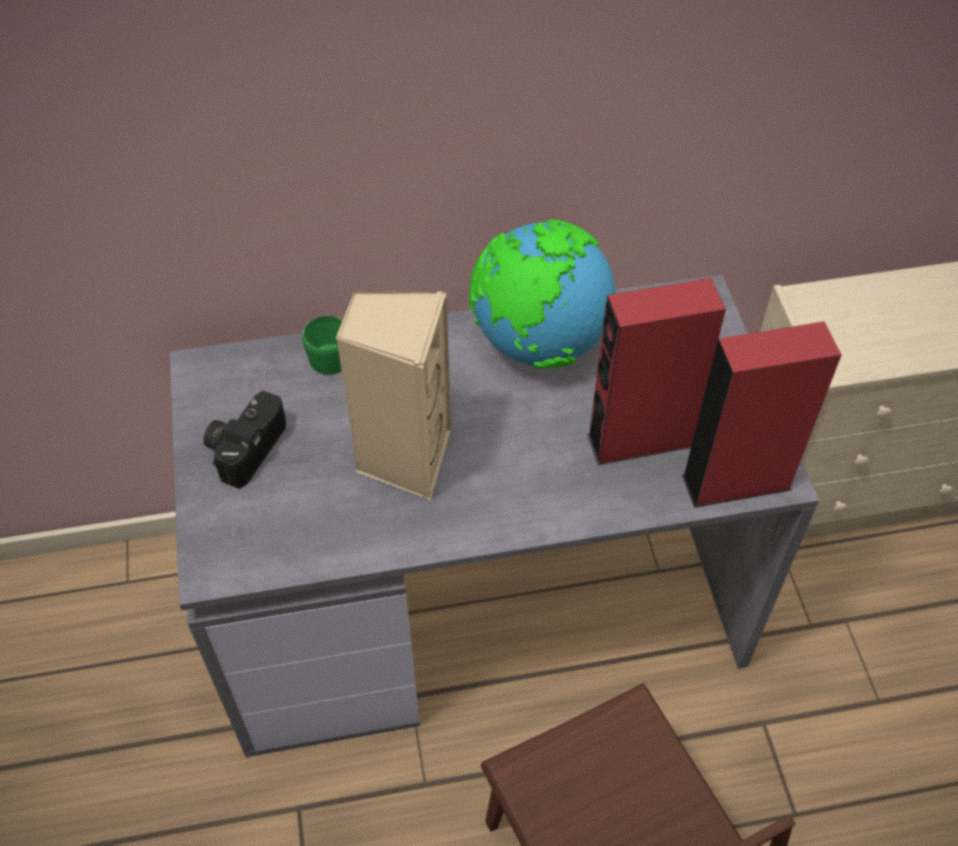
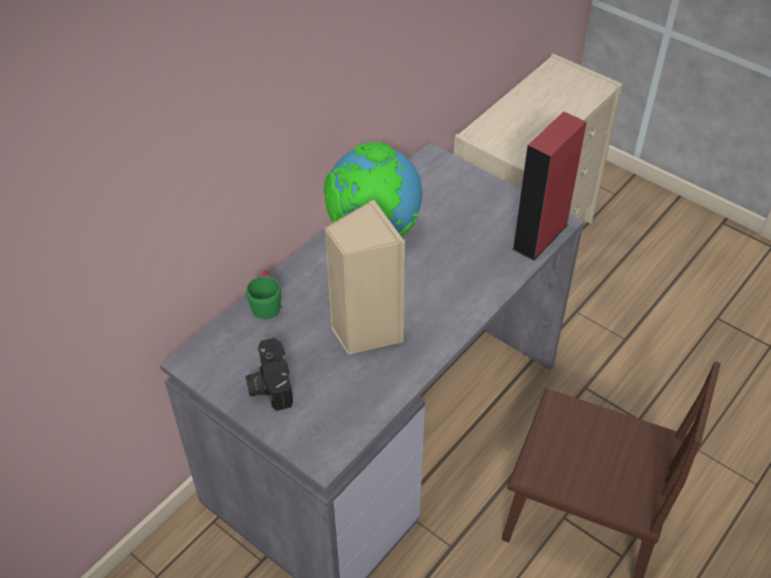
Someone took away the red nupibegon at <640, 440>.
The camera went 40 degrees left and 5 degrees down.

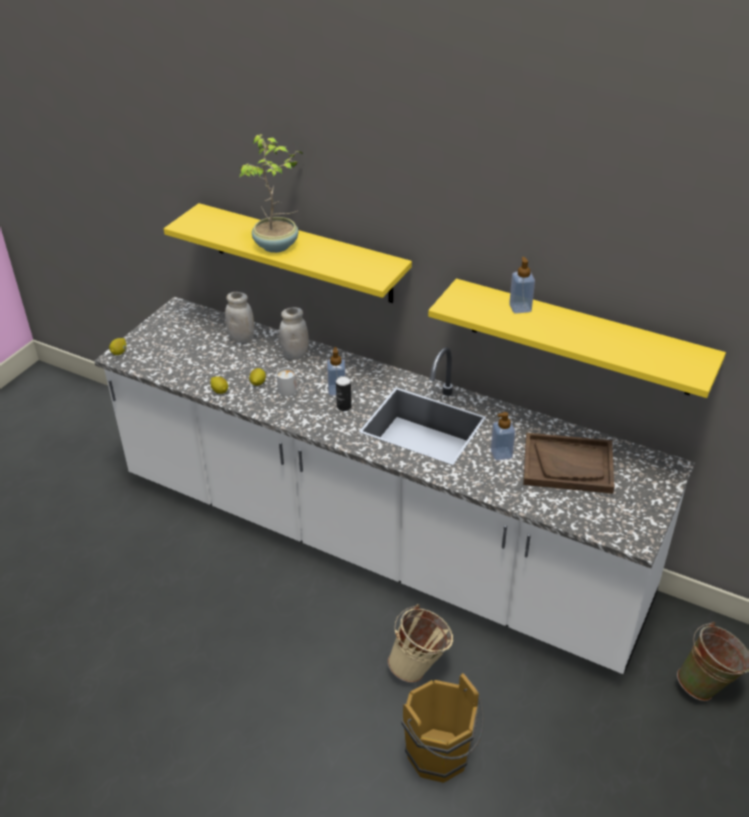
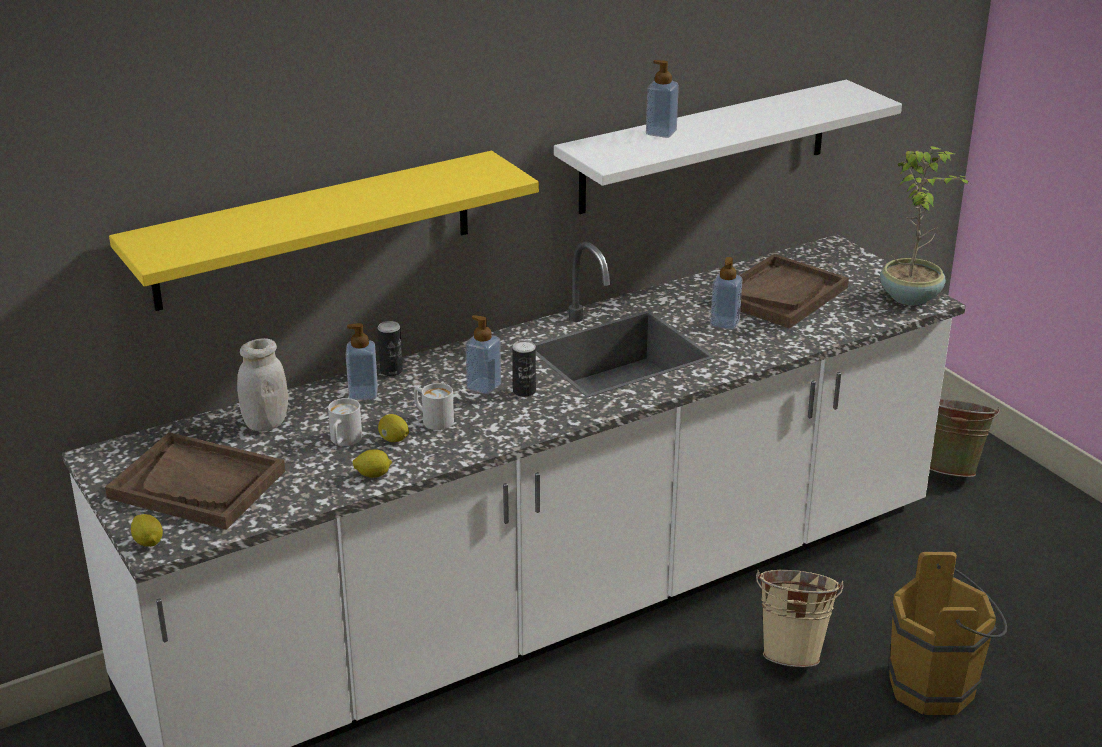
Someone carried the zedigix from <277, 246> to <911, 296>.
Someone repainted the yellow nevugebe at <580, 337>, which became the white nevugebe at <705, 146>.
Someone swapped the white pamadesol at <295, 354> for the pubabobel at <363, 393>.
Someone put down the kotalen at <391, 371>.
Someone put down the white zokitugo at <343, 441>.
Someone put down the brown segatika at <198, 484>.
The camera went 60 degrees left and 10 degrees down.

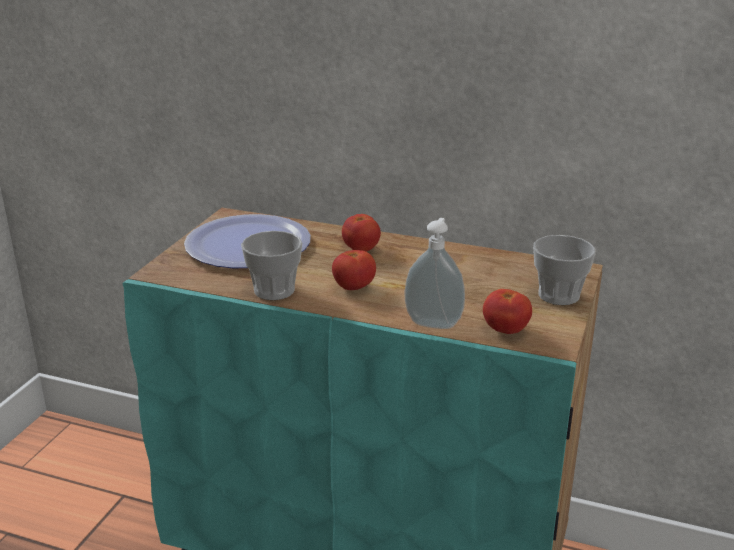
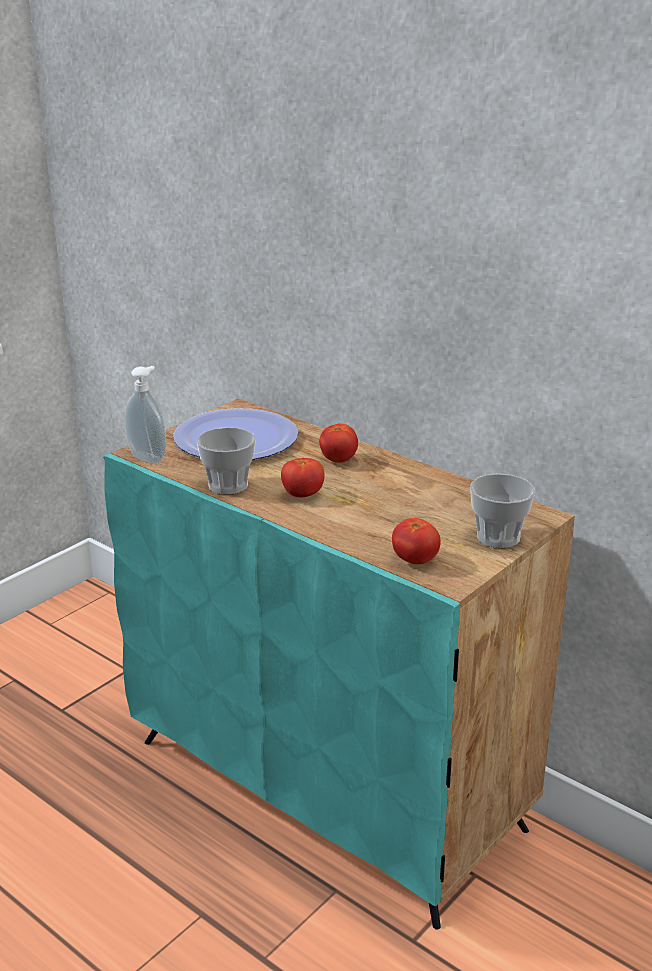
Someone carried the pubabobel from <434, 323> to <149, 457>.
The camera went 20 degrees right and 0 degrees up.

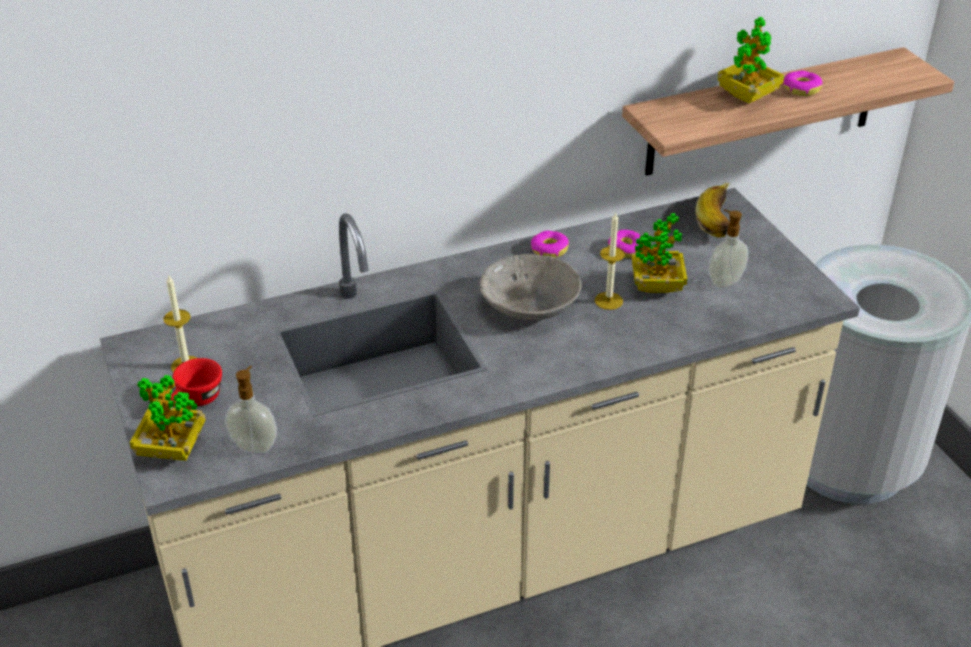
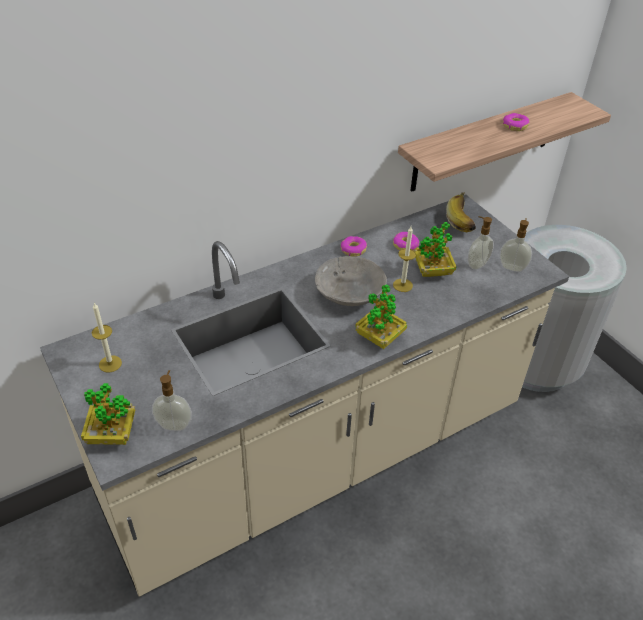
Someone carried the zedigix from <747, 96> to <379, 337>.
Someone took away the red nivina at <196, 401>.
Someone put down the pubabobel at <512, 267>.
The camera went 10 degrees left and 5 degrees up.

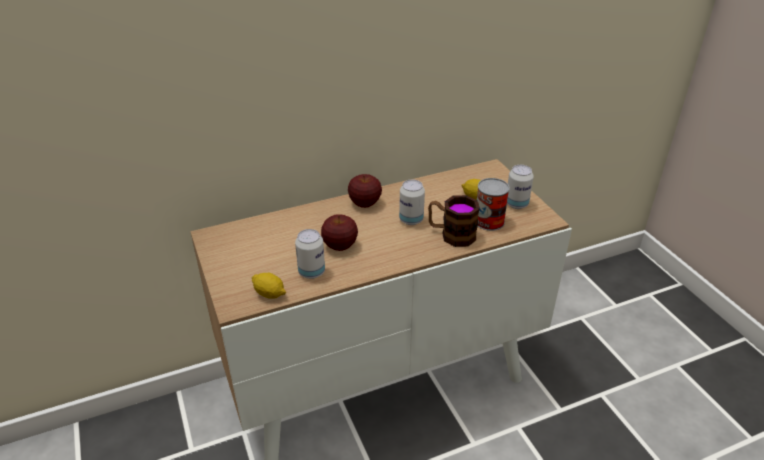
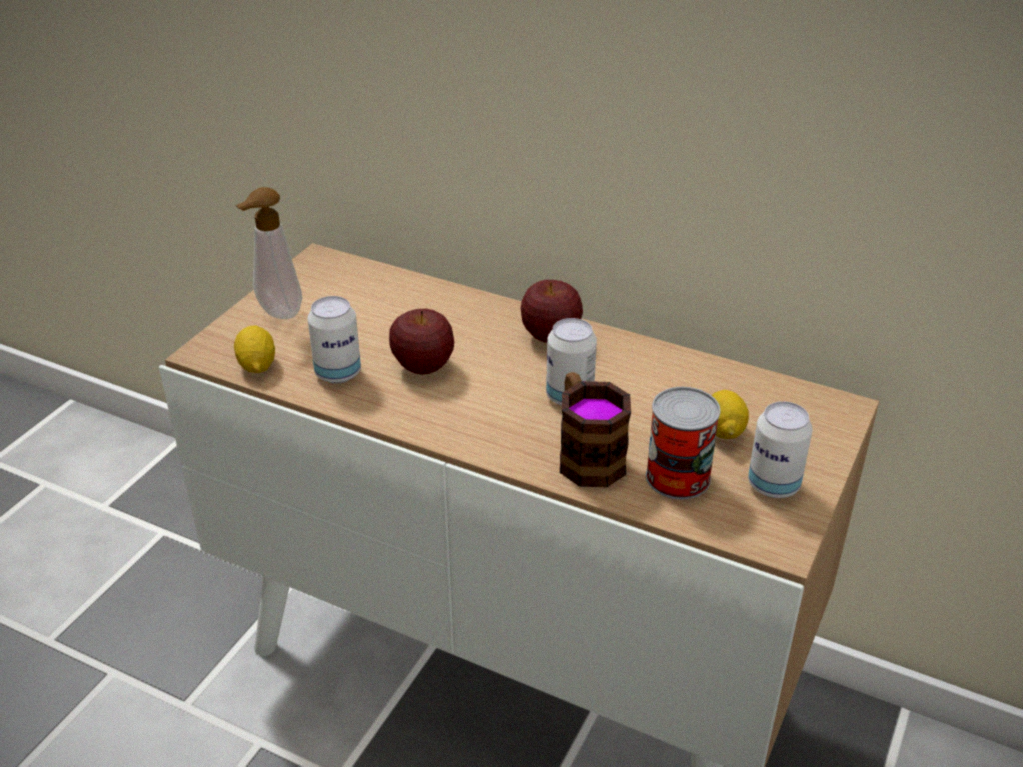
Someone put down the pubabobel at <276, 313>.
The camera went 50 degrees right and 0 degrees up.

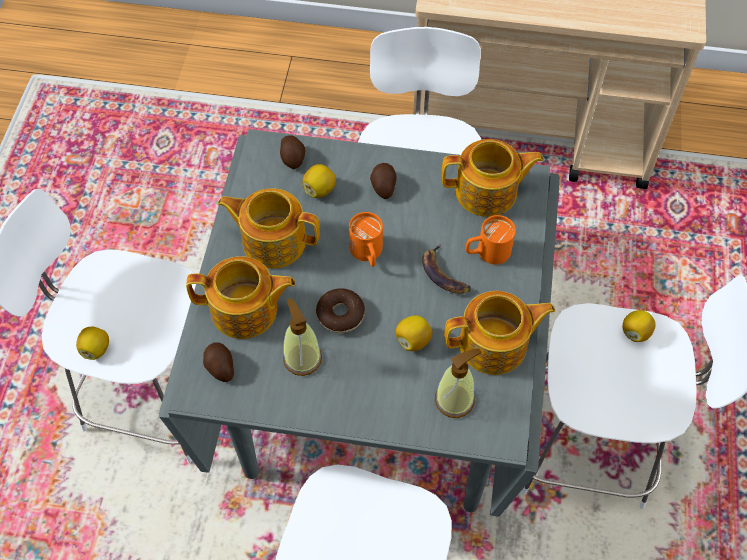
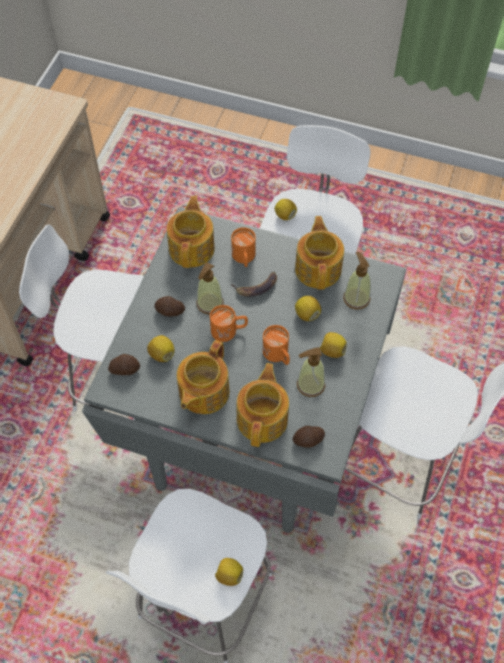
Someone swapped the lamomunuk at <340, 314> for the orange zokitugo at <278, 355>.
Someone put down the pubabobel at <209, 303>.
Someone put down the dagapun at <332, 351>.
The camera went 80 degrees left and 0 degrees up.

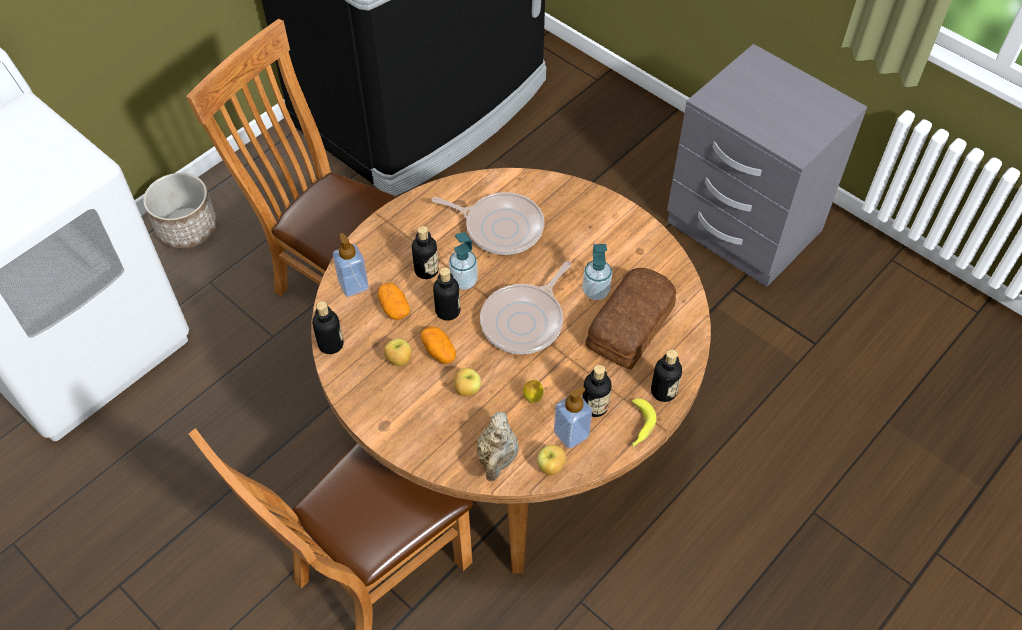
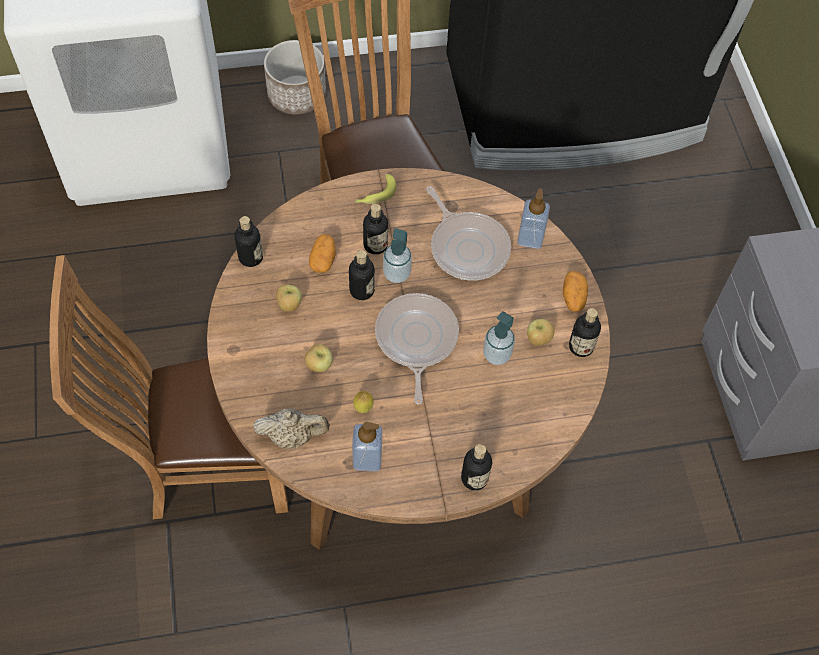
Someone carried the pubabobel from <353, 285> to <530, 238>.
Someone rotated the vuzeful at <525, 320> by 105 degrees clockwise.
Someone took away the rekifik at <632, 326>.
Someone carried the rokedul from <439, 351> to <573, 297>.
Someone carried the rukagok from <595, 406> to <581, 346>.
Someone carried the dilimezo from <639, 426> to <375, 194>.
Someone rotated the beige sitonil at <497, 458> by 135 degrees counterclockwise.
Someone carried the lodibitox from <551, 467> to <538, 339>.
The camera went 35 degrees right and 5 degrees up.

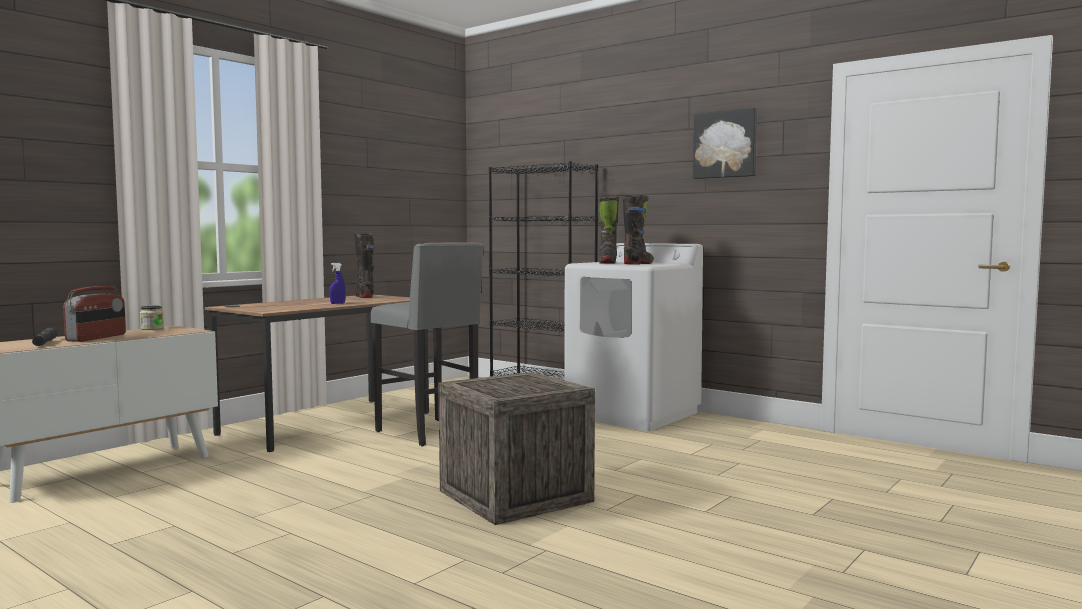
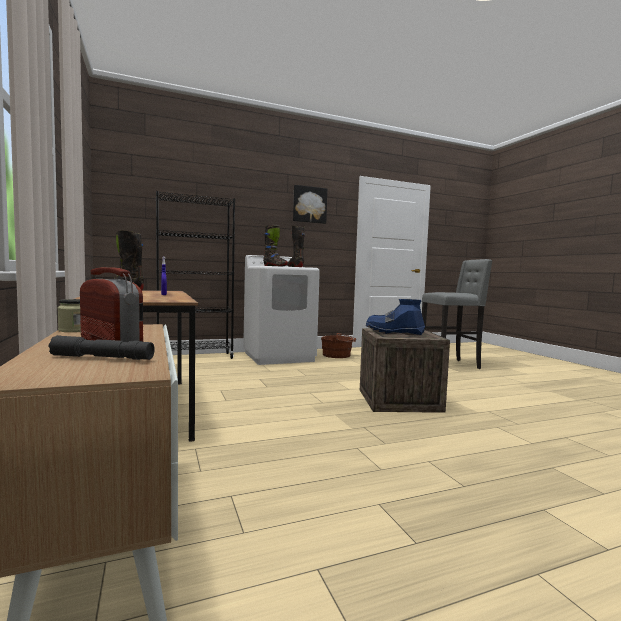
Someone carried the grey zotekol from <430, 433> to <451, 365>.
Someone put down the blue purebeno at <393, 332>.
Someone put down the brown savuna at <338, 355>.
The camera went 60 degrees left and 0 degrees up.

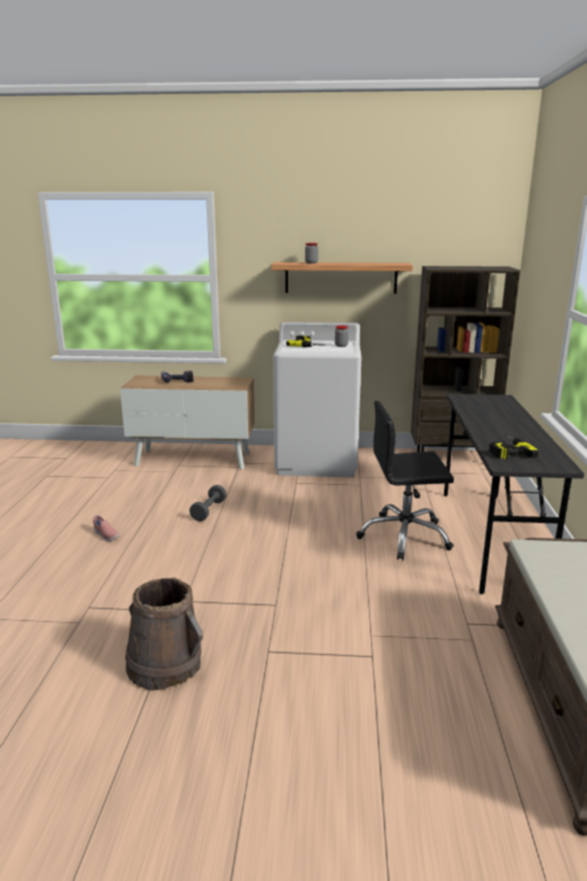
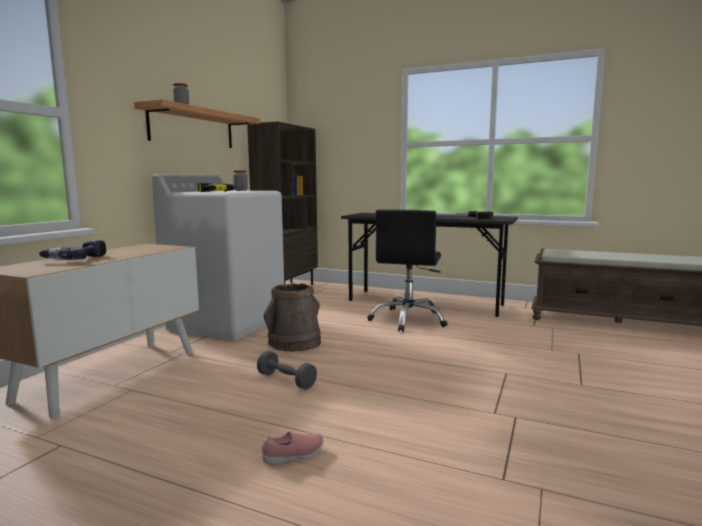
Someone carried the brown savuna from <165, 664> to <294, 343>.
The camera went 70 degrees left and 10 degrees down.

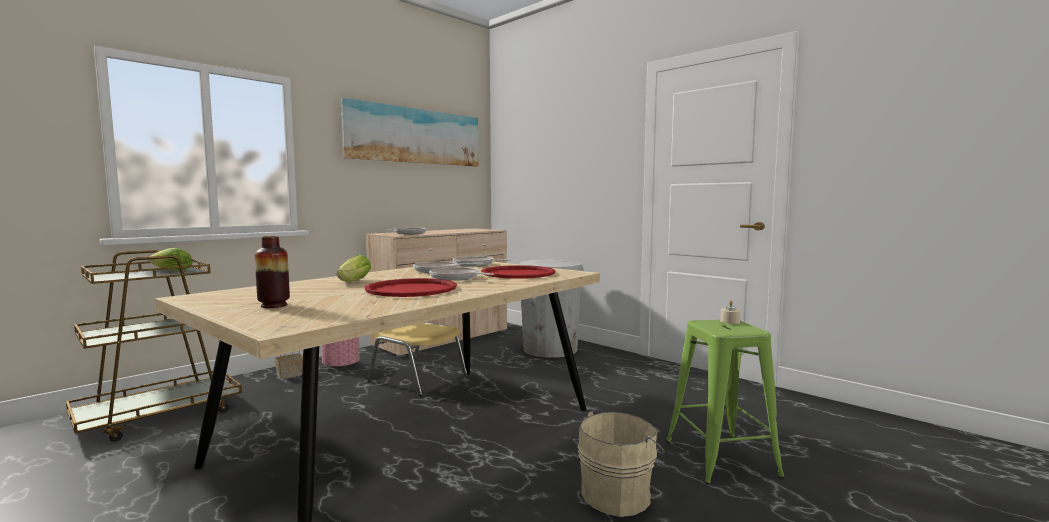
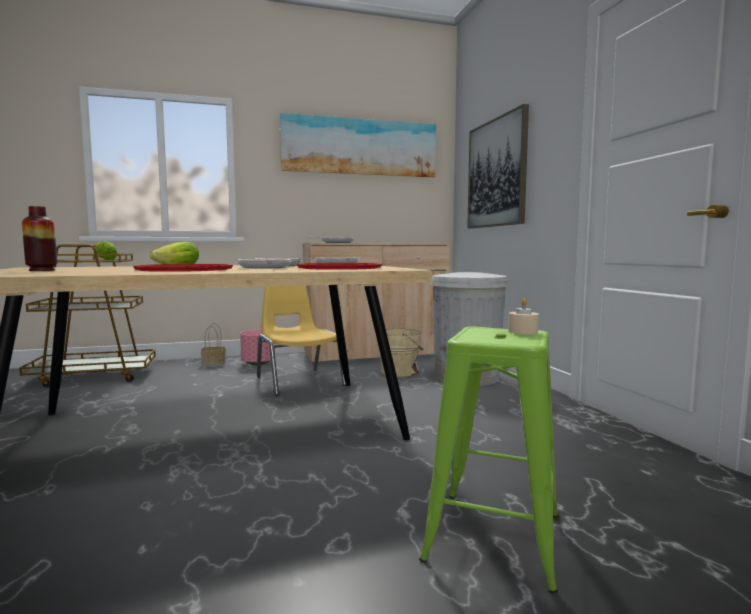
Someone carried the beige savuna from <618, 494> to <401, 371>.
Someone put up the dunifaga at <497, 173>.
The camera went 30 degrees right and 0 degrees up.

